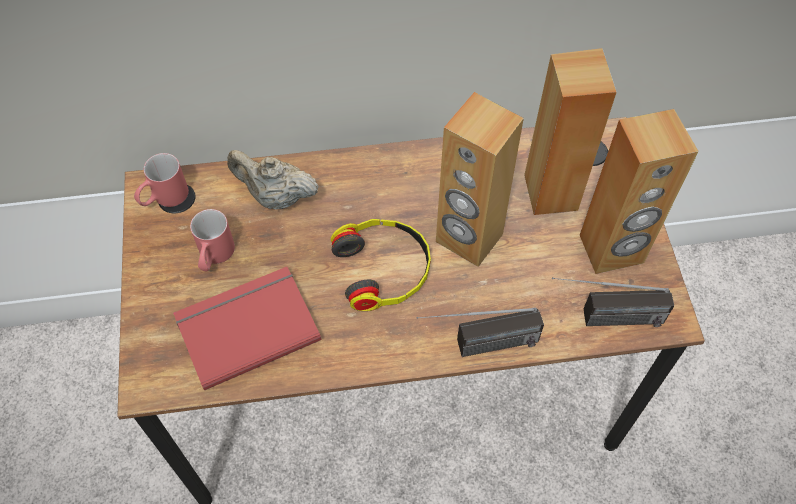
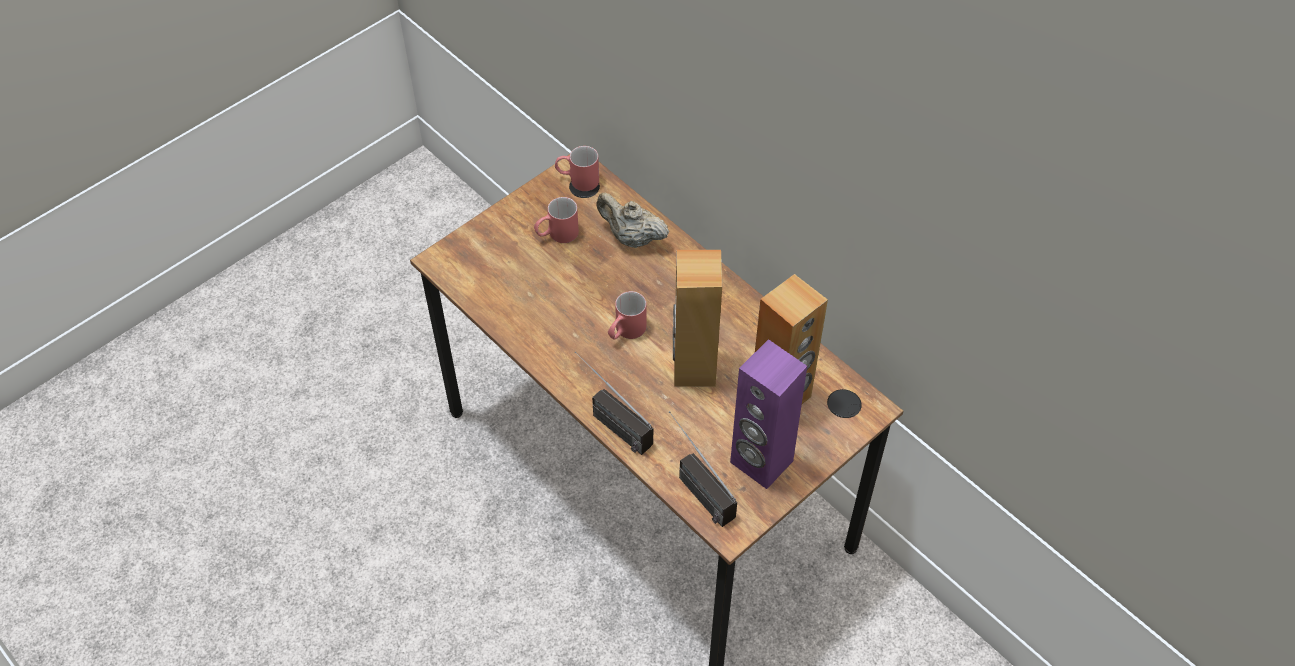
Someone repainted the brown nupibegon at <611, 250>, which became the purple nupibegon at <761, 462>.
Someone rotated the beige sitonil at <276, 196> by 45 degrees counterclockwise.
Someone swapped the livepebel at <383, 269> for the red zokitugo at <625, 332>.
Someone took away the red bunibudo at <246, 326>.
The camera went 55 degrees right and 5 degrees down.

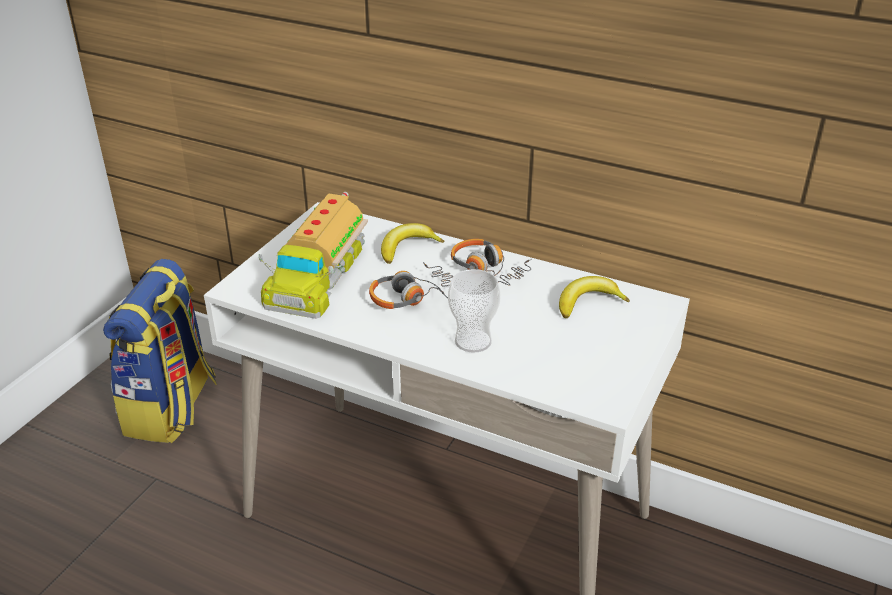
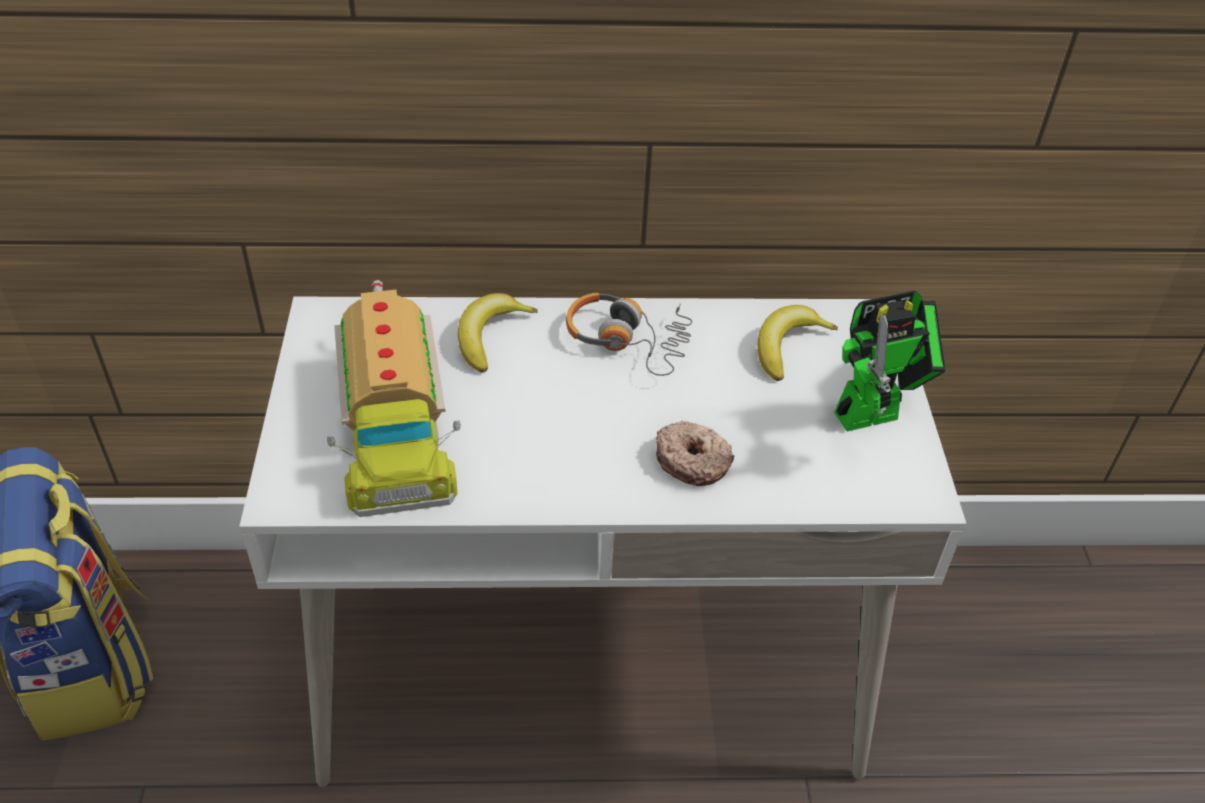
Someone took away the livepebel at <414, 297>.
Someone swapped the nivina at <473, 341> for the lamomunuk at <692, 460>.
Someone put down the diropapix at <875, 413>.
The camera went 30 degrees left and 10 degrees up.

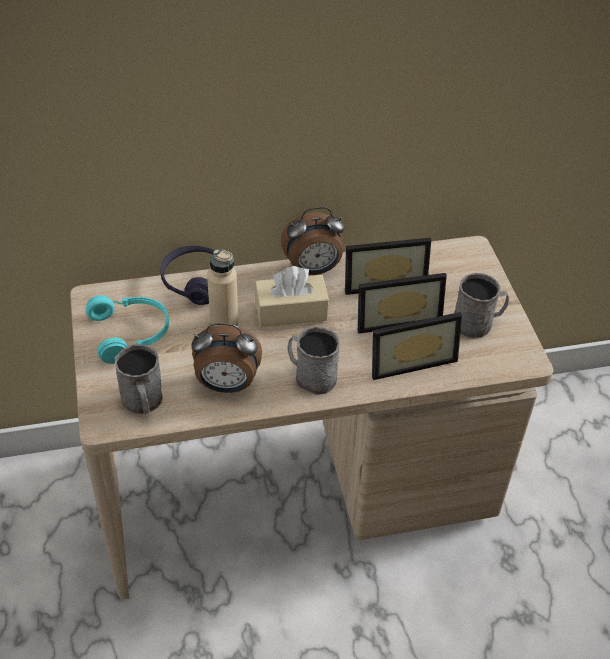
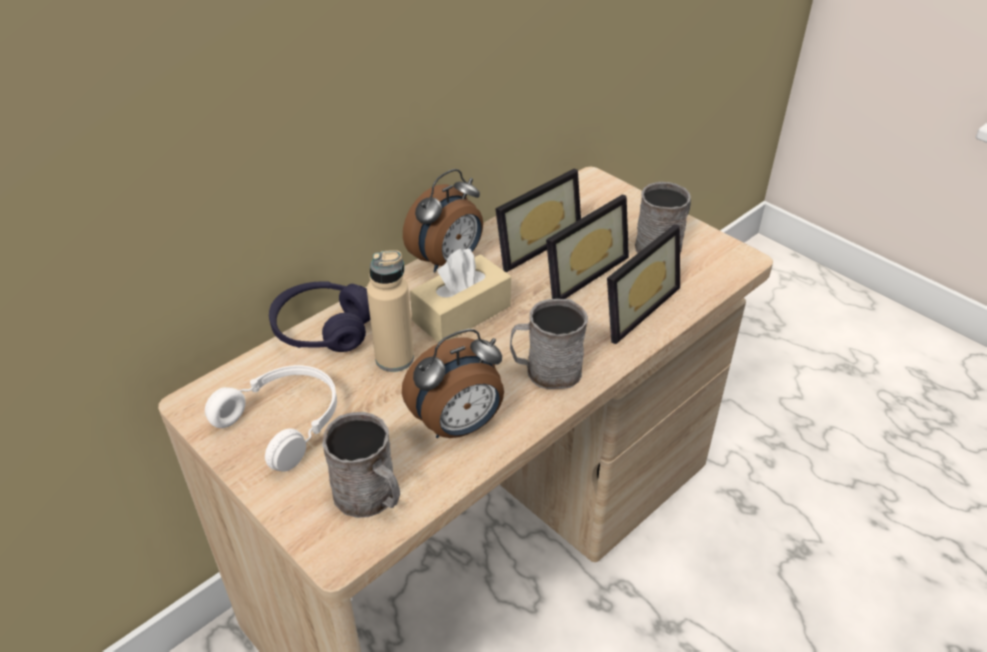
Someone repainted the turquoise livepebel at <131, 333>, which became the white livepebel at <285, 421>.
The camera went 30 degrees left and 5 degrees down.

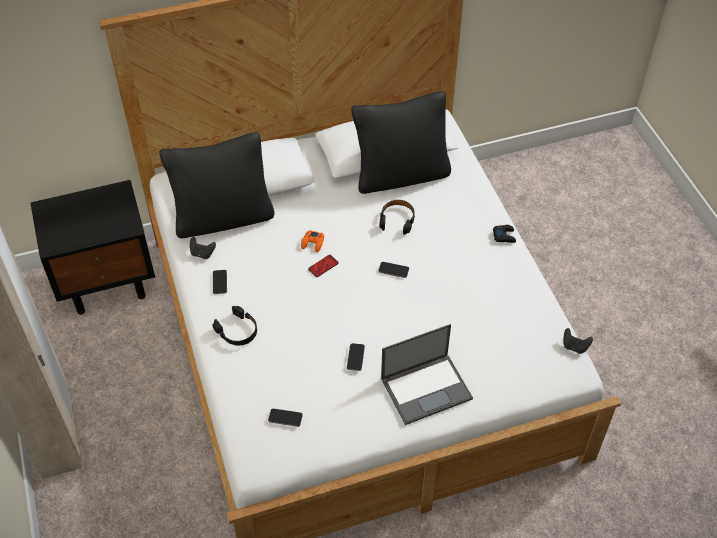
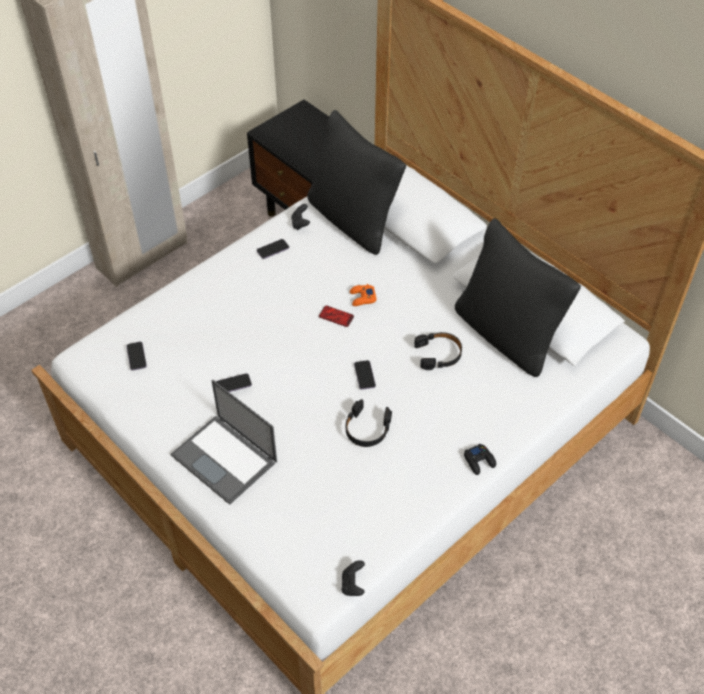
Someone carried the black livepebel from <237, 331> to <367, 429>.
The camera went 65 degrees right and 0 degrees up.

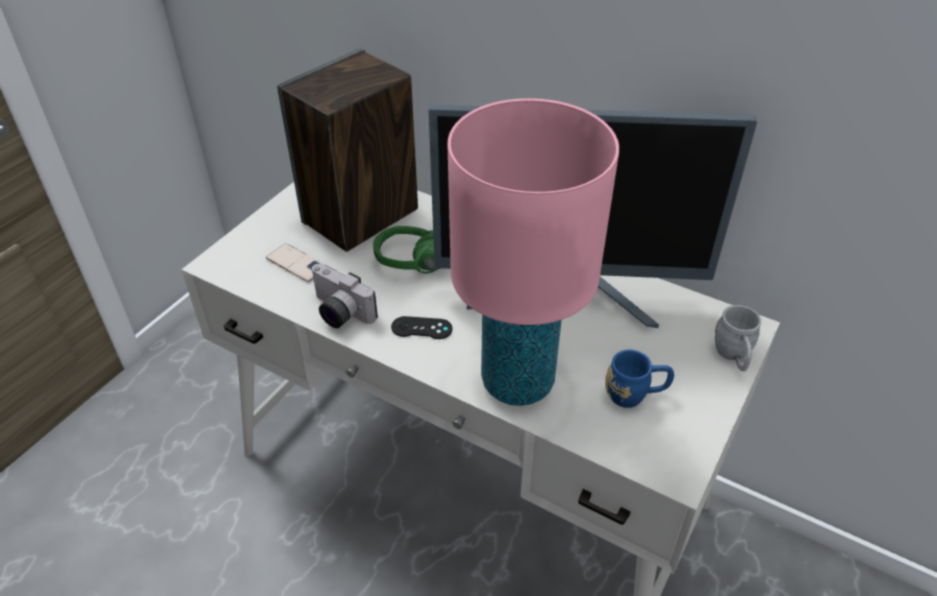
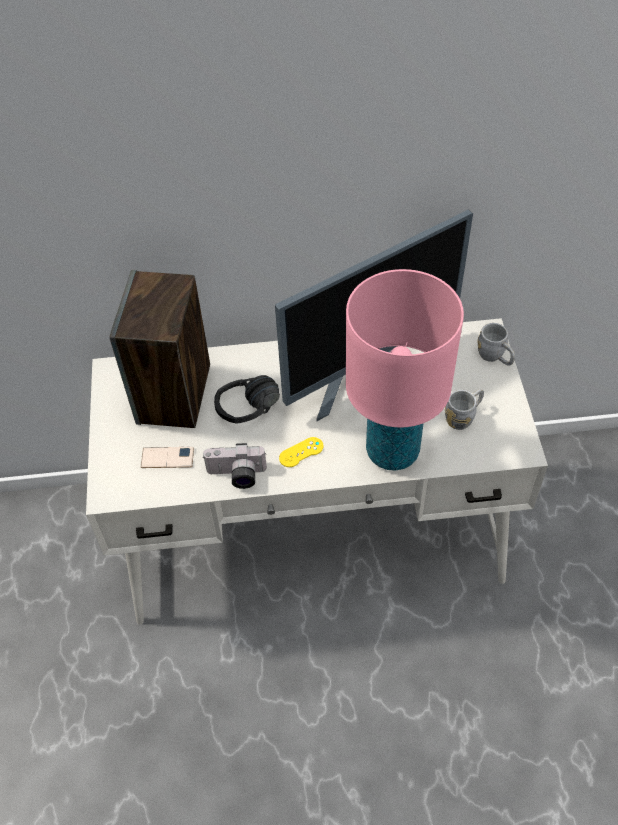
Someone repainted the green livepebel at <411, 269>, which became the black livepebel at <252, 414>.
Someone repainted the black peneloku at <421, 328>, which became the yellow peneloku at <301, 452>.
Someone repainted the blue zokitugo at <635, 395>, which became the grey zokitugo at <463, 416>.
The camera went 35 degrees left and 10 degrees up.

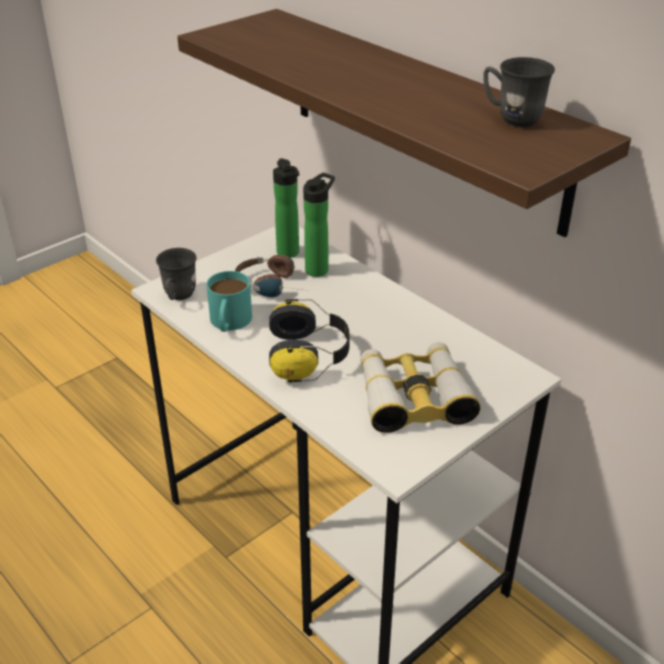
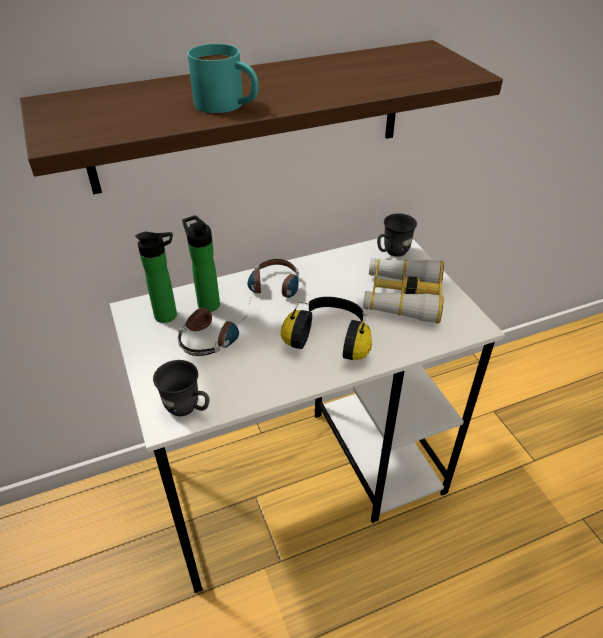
Someone carried the grey zokitugo from <511, 118> to <392, 252>.
Someone carried the turquoise zokitugo from <229, 323> to <227, 105>.
Someone put down the livepebel at <273, 291>.
The camera went 70 degrees left and 5 degrees up.

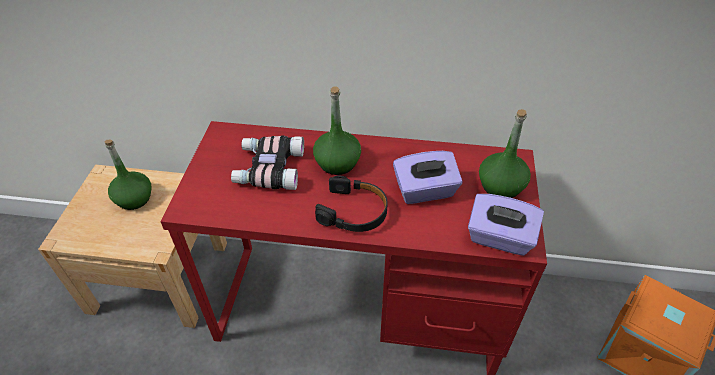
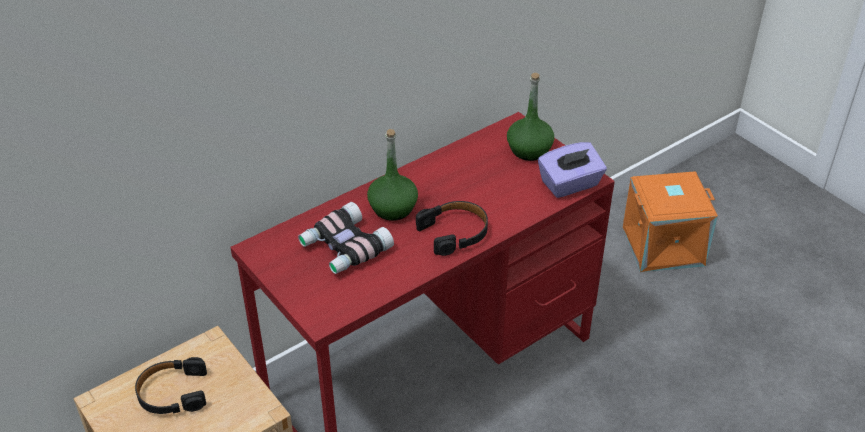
Someone swapped the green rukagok at <134, 198> for the black livepebel at <172, 393>.
Someone took away the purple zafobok at <425, 191>.
The camera went 45 degrees left and 5 degrees down.

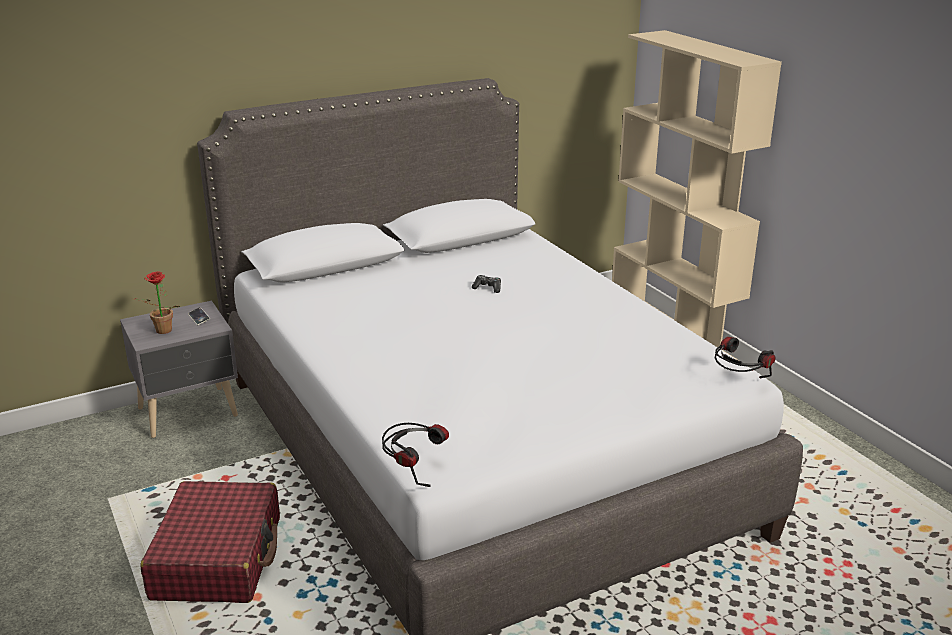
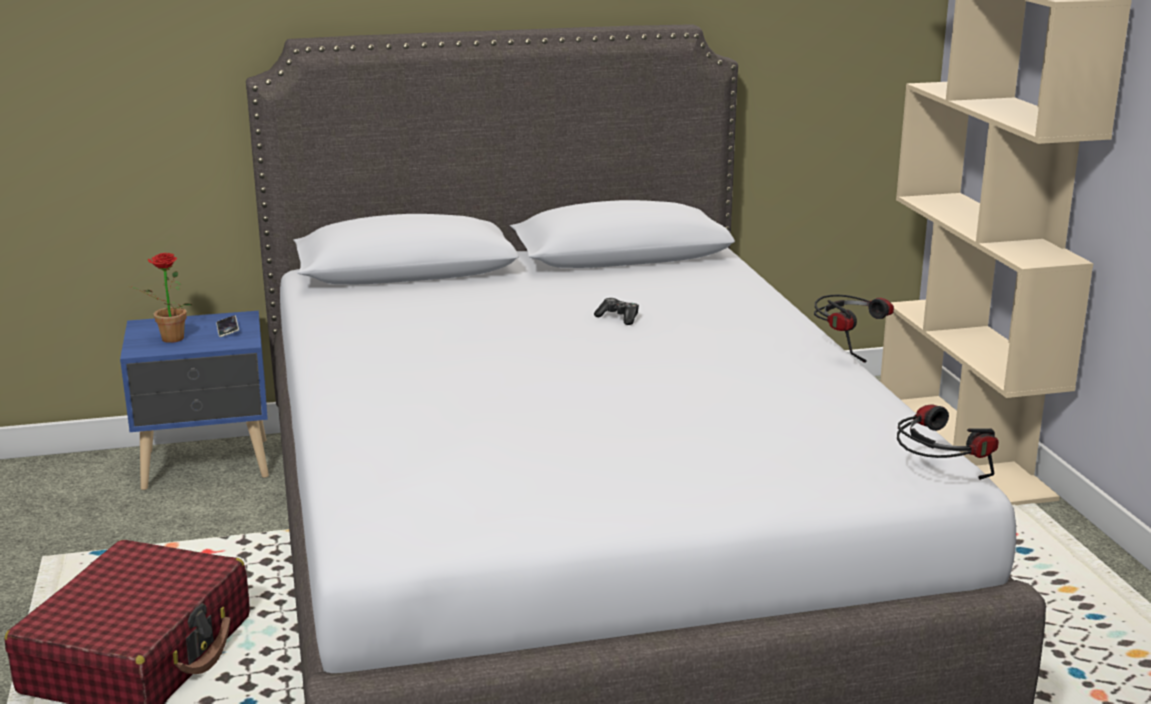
Someone repainted the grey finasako at <190, 413>, which became the blue finasako at <208, 465>.
Someone carried the livepebel from <413, 471> to <846, 349>.
The camera went 15 degrees right and 5 degrees down.

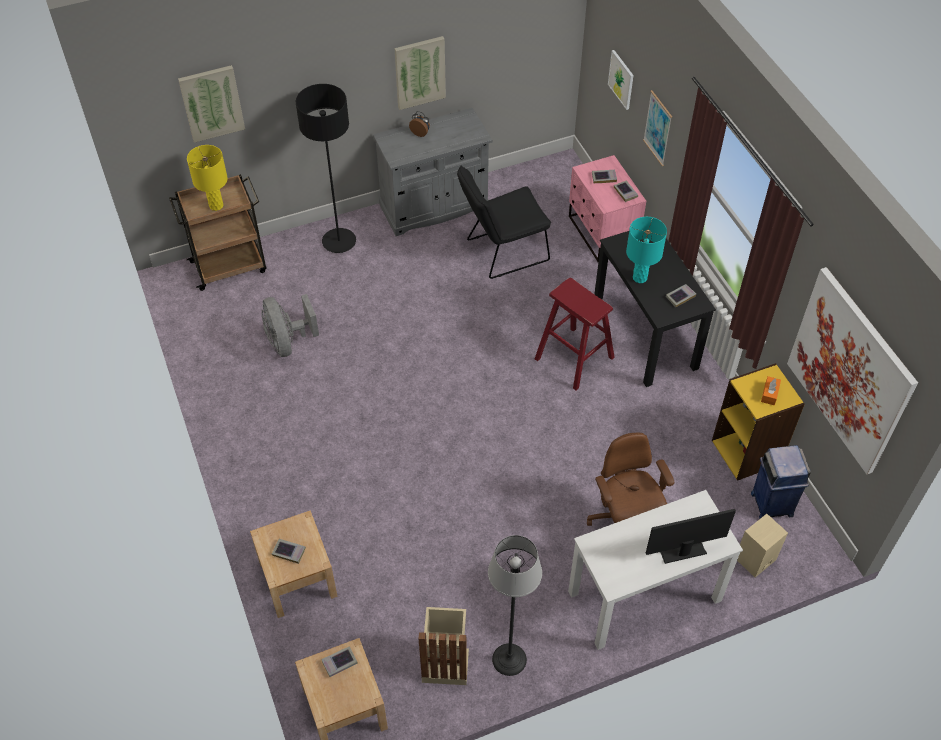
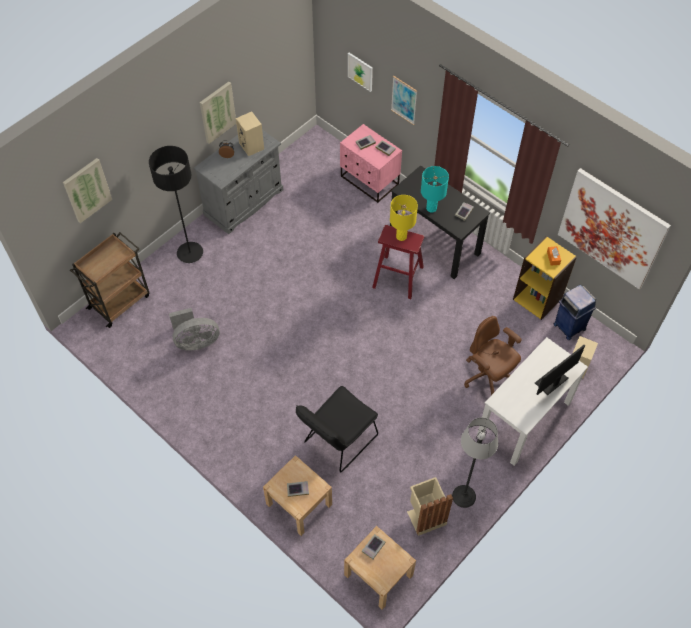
Someone carried the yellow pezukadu from <216, 206> to <401, 236>.
Someone carried the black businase from <502, 252> to <337, 442>.
Someone rotated the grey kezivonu at <288, 342> by 60 degrees counterclockwise.
Someone put down the beige nupibegon at <252, 146>.
The camera went 25 degrees left and 5 degrees up.

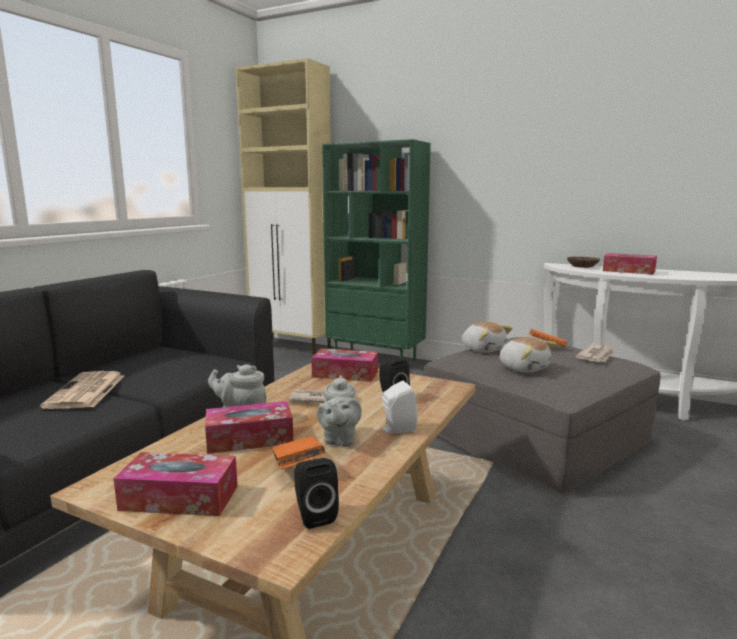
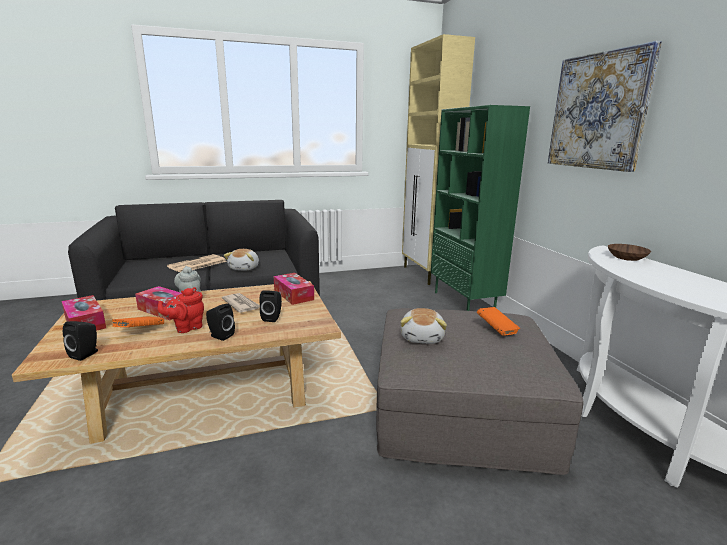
Someone took away the zafobok at <628, 271>.
Someone carried the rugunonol from <483, 349> to <245, 268>.
Someone took away the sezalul at <596, 356>.
Someone repainted the grey sitonil at <339, 440>, which became the red sitonil at <186, 328>.
Someone repainted the white nupibegon at <397, 429>, which became the black nupibegon at <220, 336>.
Someone put up the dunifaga at <598, 111>.
The camera went 45 degrees right and 5 degrees up.

